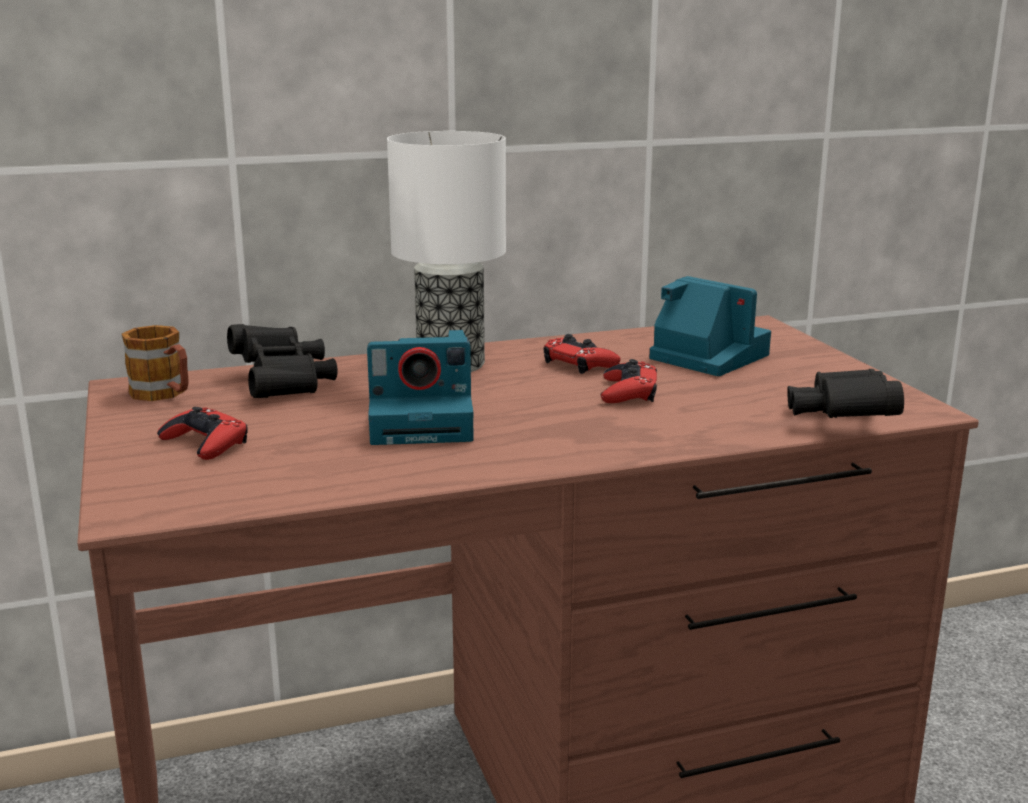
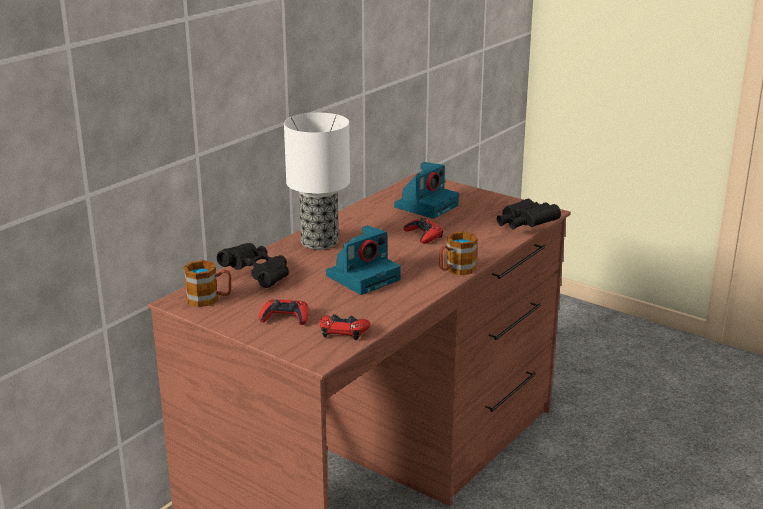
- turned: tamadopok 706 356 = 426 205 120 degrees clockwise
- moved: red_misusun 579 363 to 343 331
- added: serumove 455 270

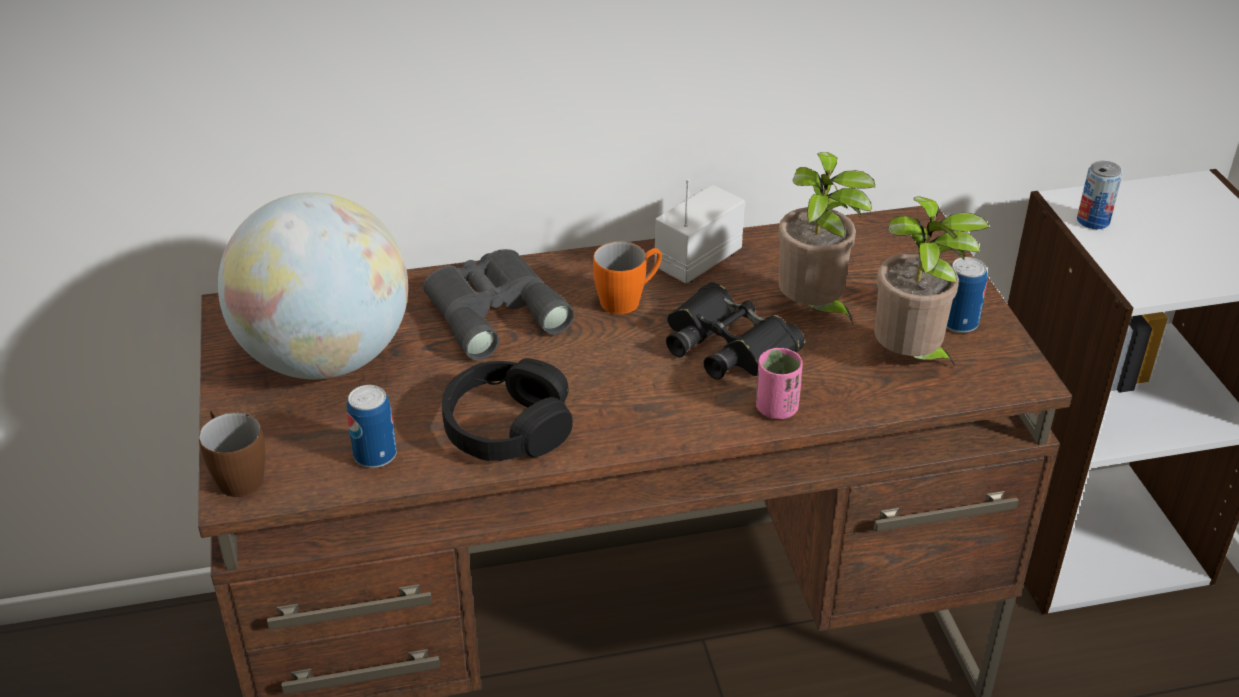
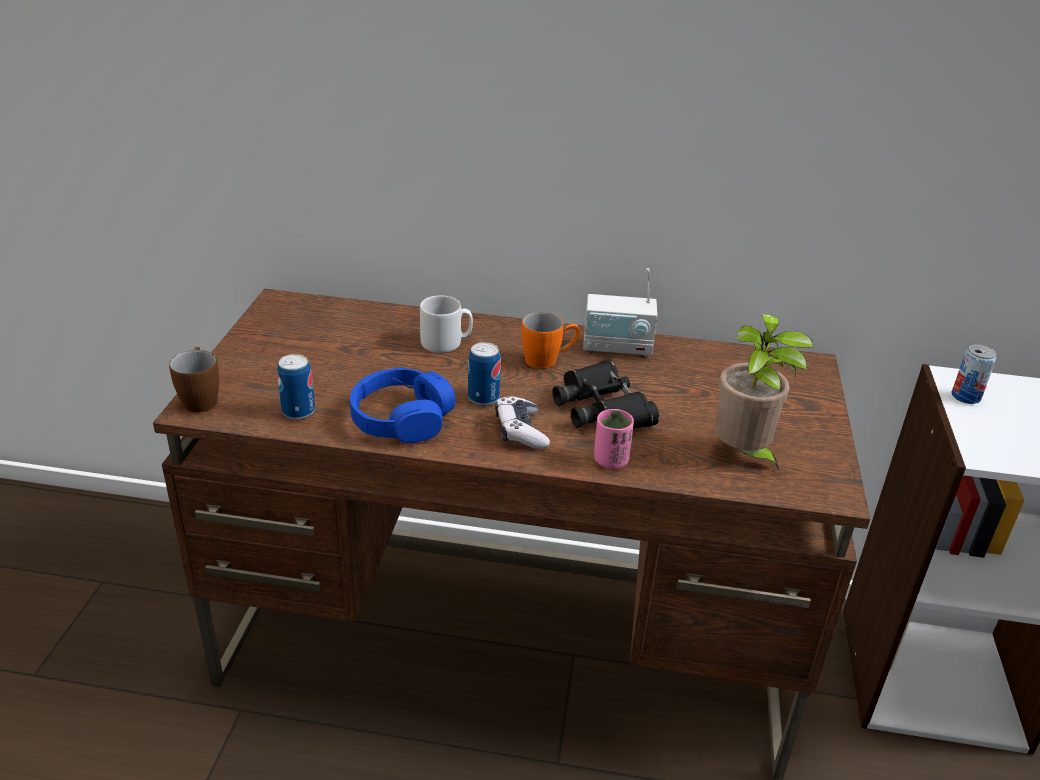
- removed: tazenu 813 311
- turned: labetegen 697 260 = 617 347 150 degrees counterclockwise
- removed: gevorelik 326 358
- replaced: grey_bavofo 493 310 to grey_serumove 446 343
- moved: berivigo 958 323 to 483 398
- recoloured: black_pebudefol 507 427 to blue_pebudefol 401 418
- added: misusun 520 431

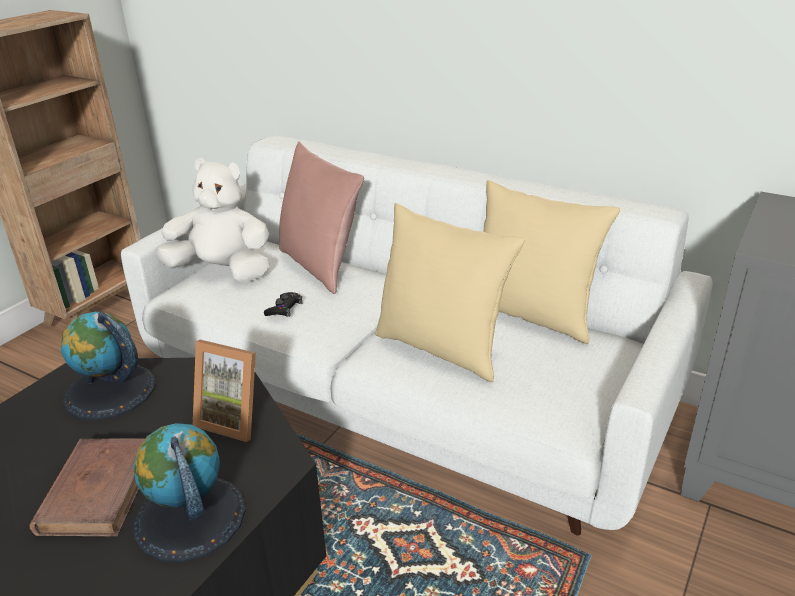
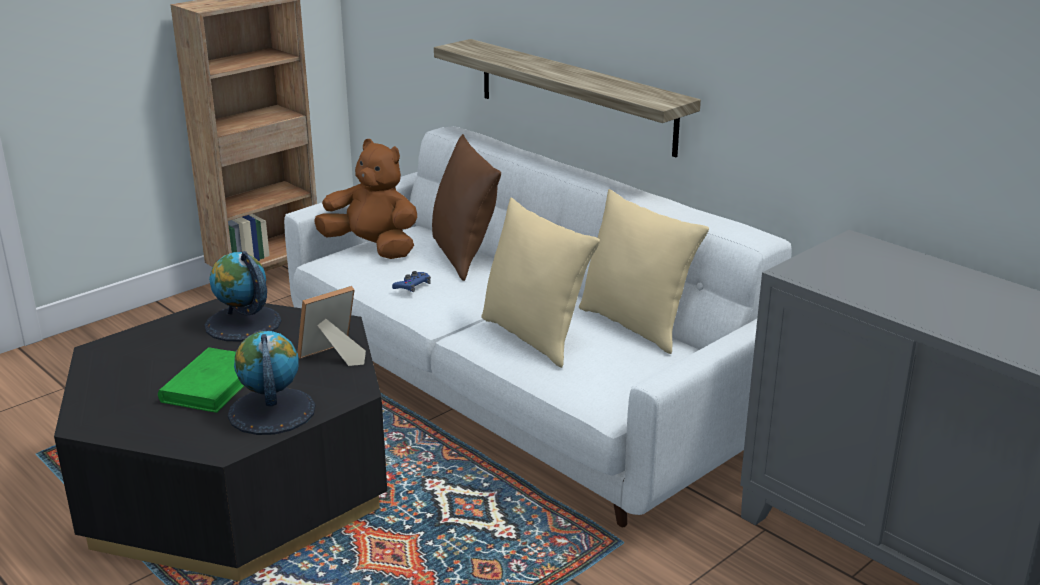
- recoloured: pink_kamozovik 320 266 to brown_kamozovik 464 256
- recoloured: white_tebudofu 222 271 to brown_tebudofu 373 248
- recoloured: black_misusun 284 309 to blue_misusun 412 286
- turned: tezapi 234 419 = 332 357 105 degrees clockwise
- recoloured: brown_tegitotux 99 490 to green_tegitotux 213 384
- added: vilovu 575 96

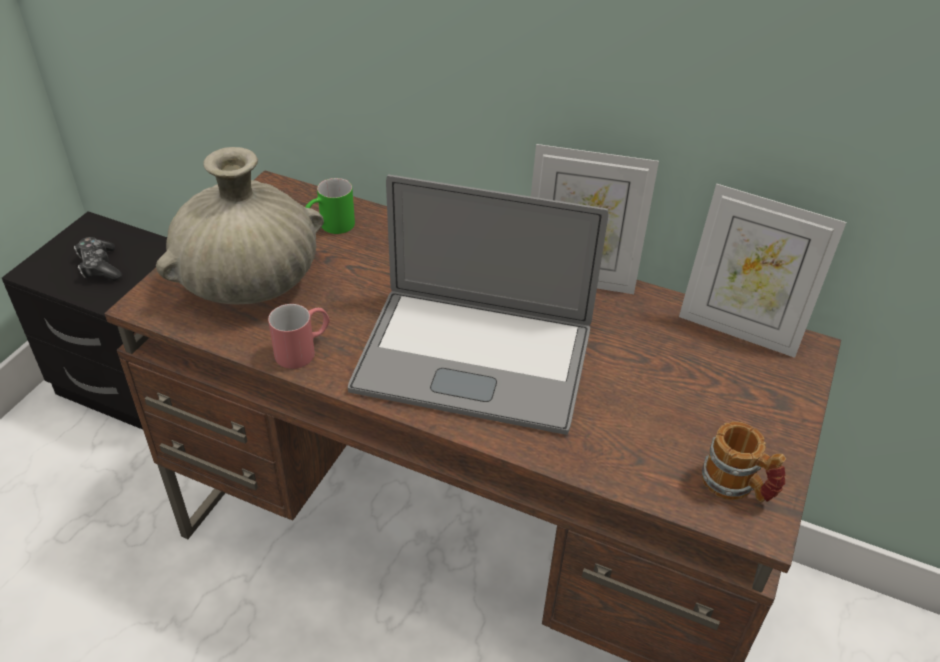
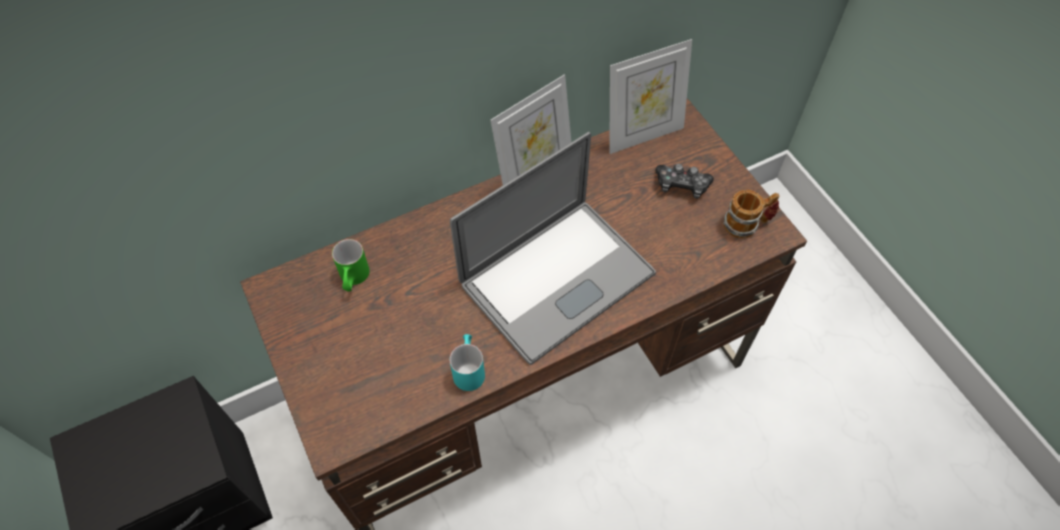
- removed: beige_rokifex 249 281
- moved: misusun 100 267 to 682 185
- recoloured: red_serumove 304 350 to turquoise_serumove 469 368

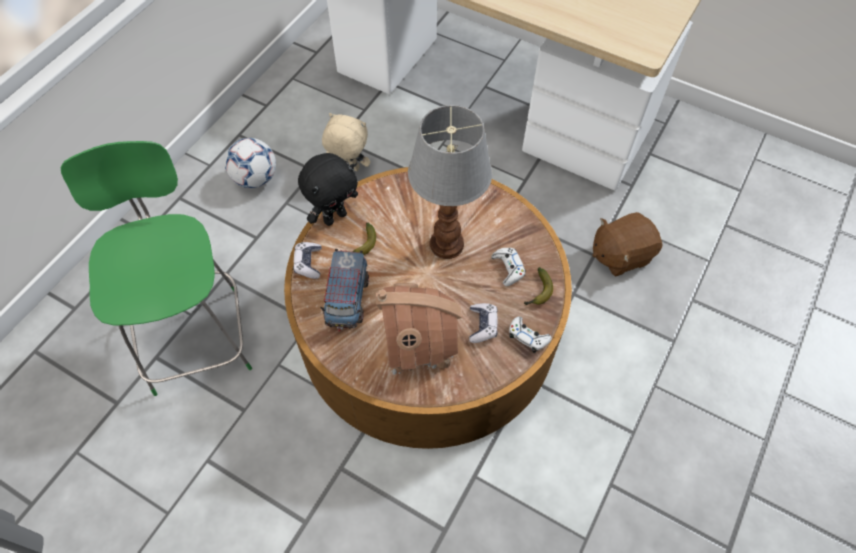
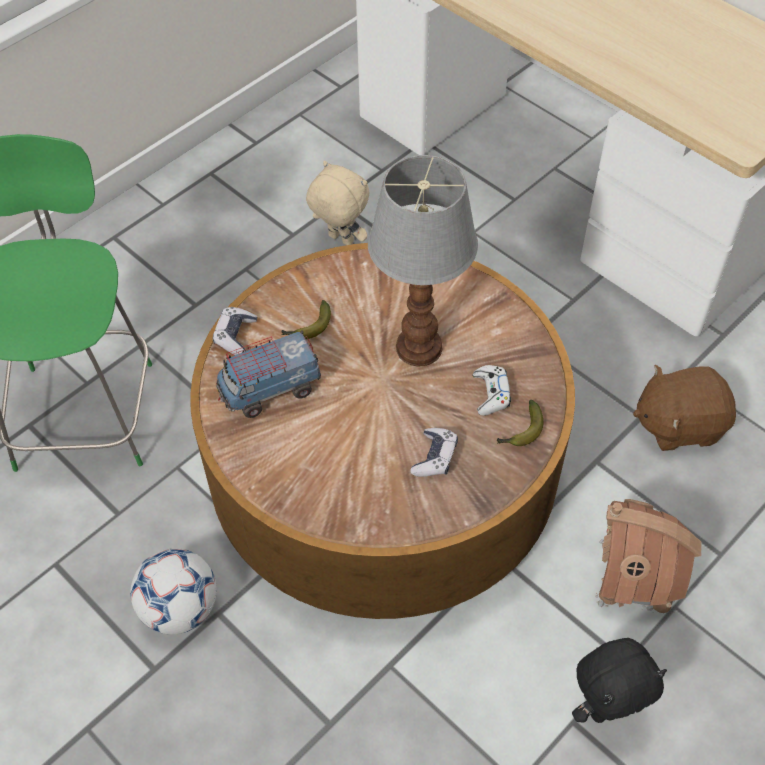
- moved: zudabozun 255 178 to 180 608
- moved: black_tebudofu 334 217 to 606 708
- turned: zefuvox 347 300 = 270 390 45 degrees clockwise
- moved: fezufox 419 343 to 635 576
- removed: white_misusun 528 337

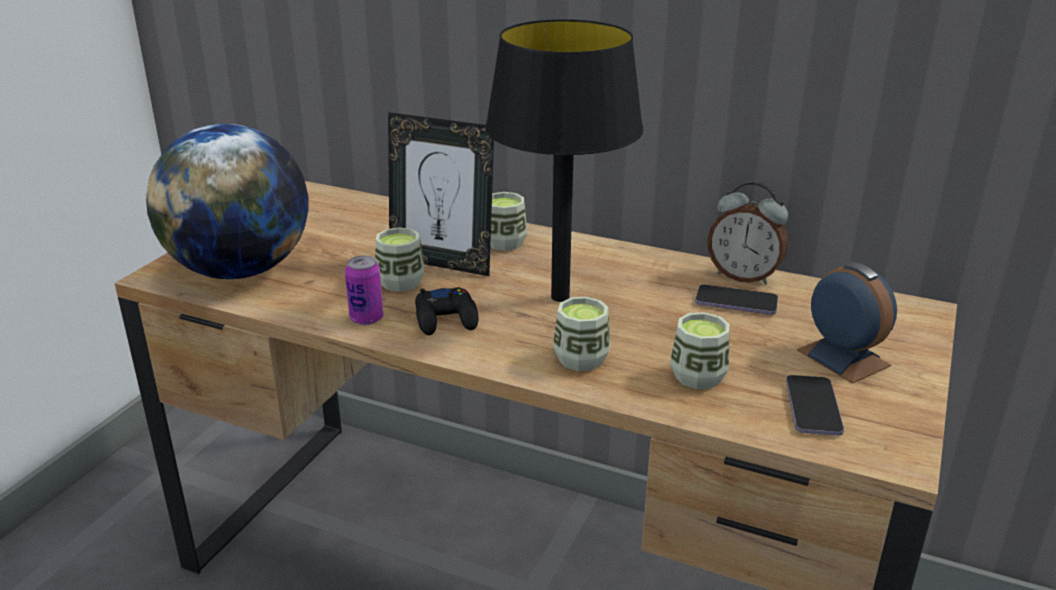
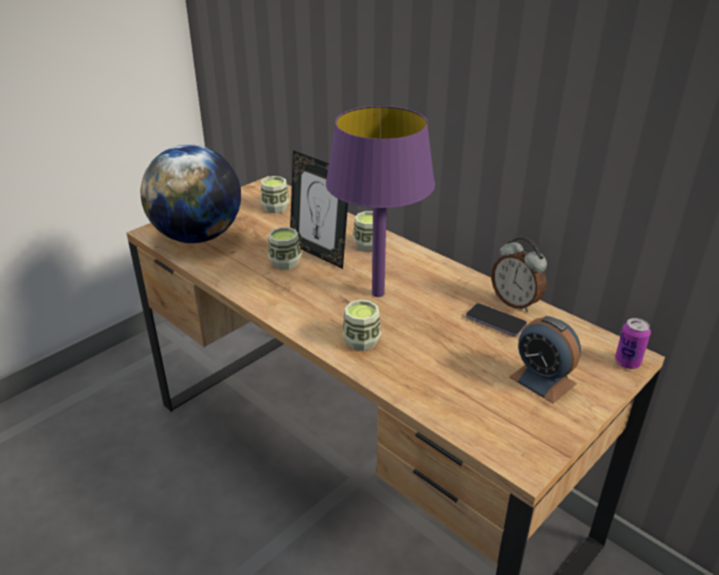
- recoloured: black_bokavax 560 297 to purple_bokavax 378 294
- moved: berivigo 366 318 to 627 362
- turned: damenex 843 358 = 542 380 150 degrees clockwise
- removed: black_misusun 446 318
- moved: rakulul 698 376 to 275 208
- removed: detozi 813 407

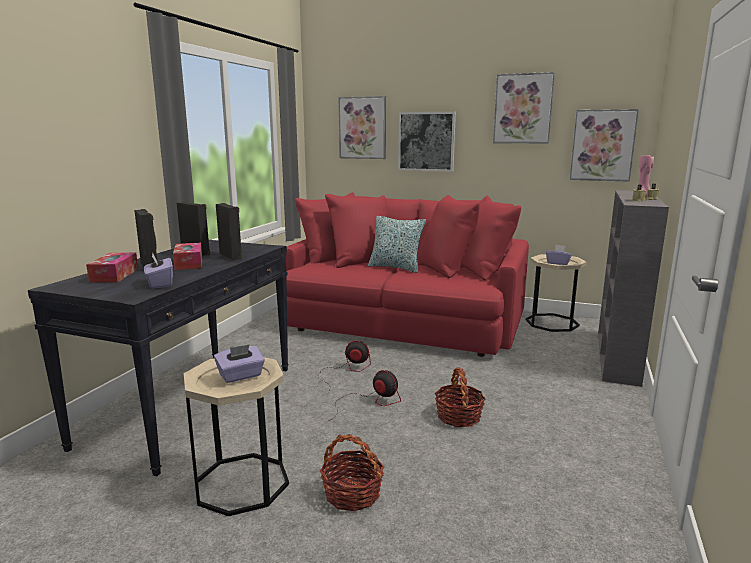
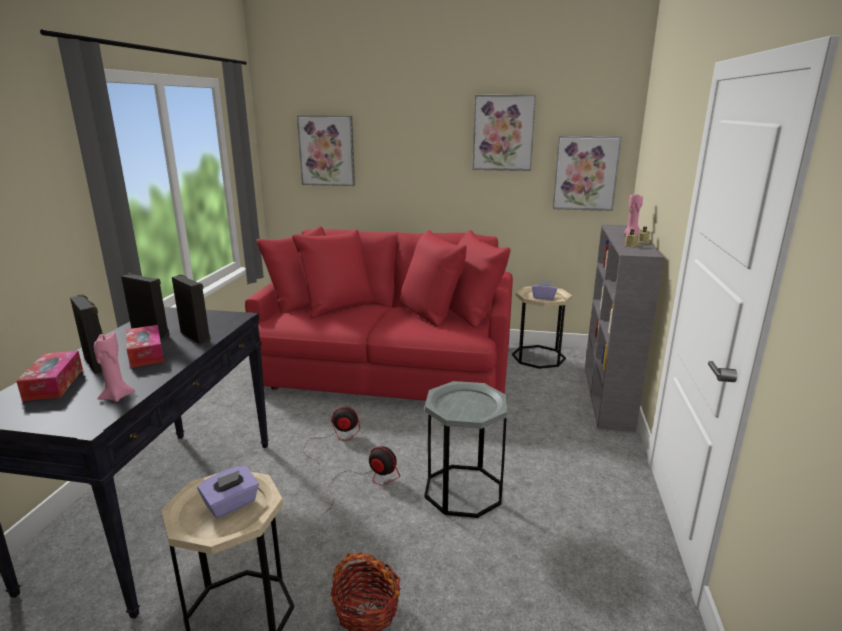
- removed: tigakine 426 141
- removed: kamozovik 395 268
- replaced: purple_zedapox 160 284 to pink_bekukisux 117 397
- replaced: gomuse 458 416 to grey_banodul 463 490

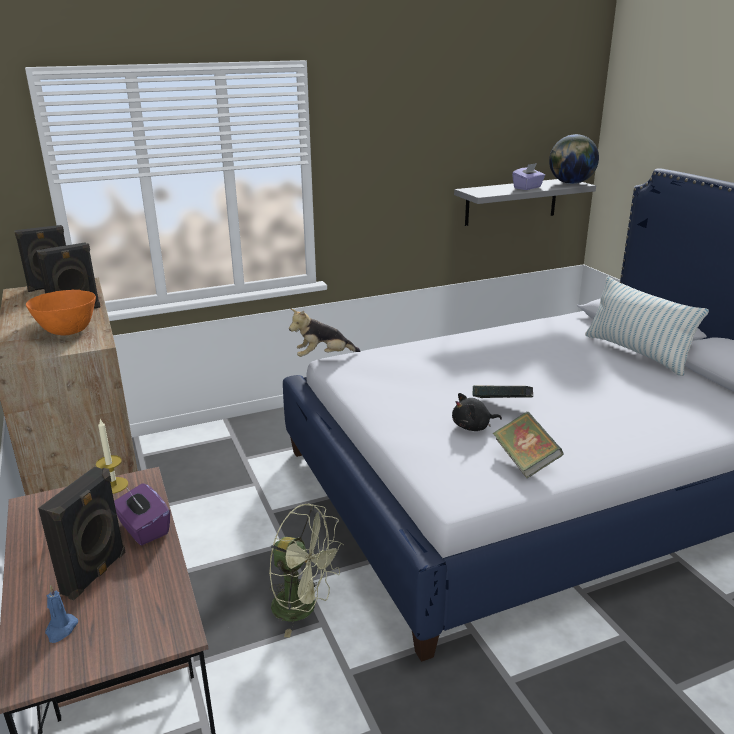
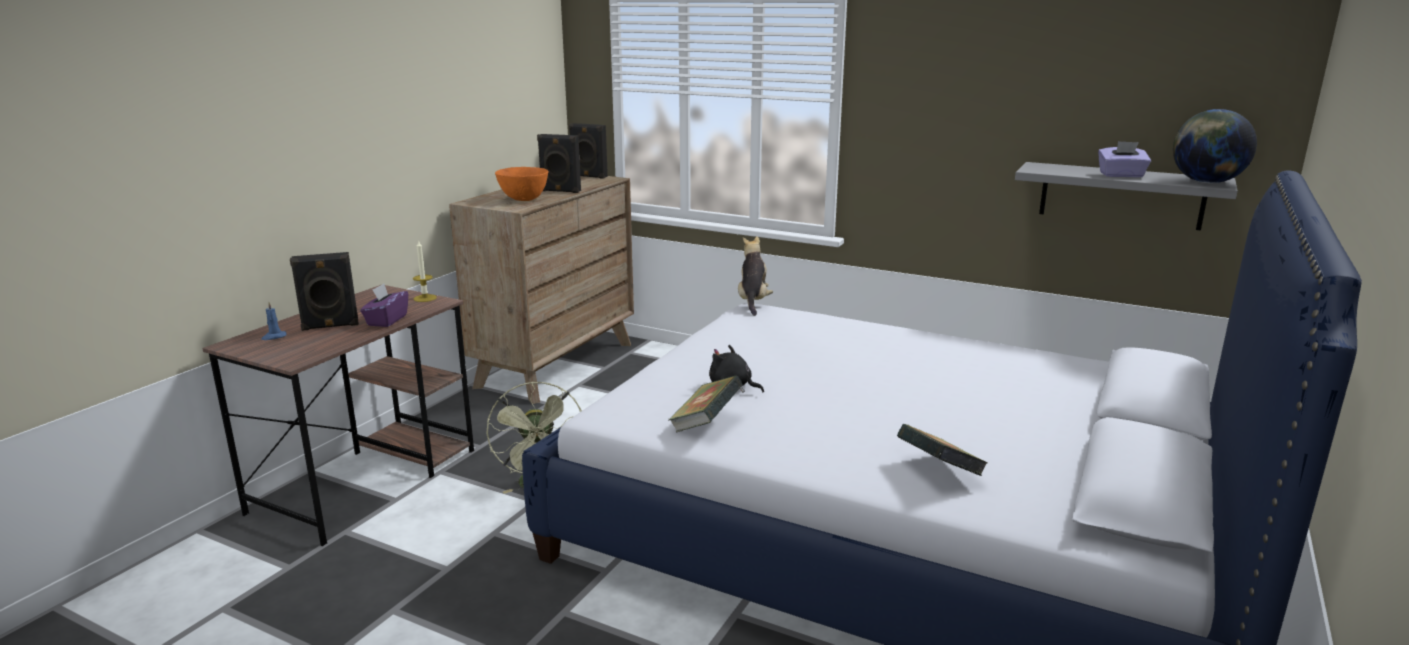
- removed: kamozovik 636 353
- turned: tebudofu 323 357 = 753 301 60 degrees clockwise
- moved: tegitotux 501 407 to 938 472

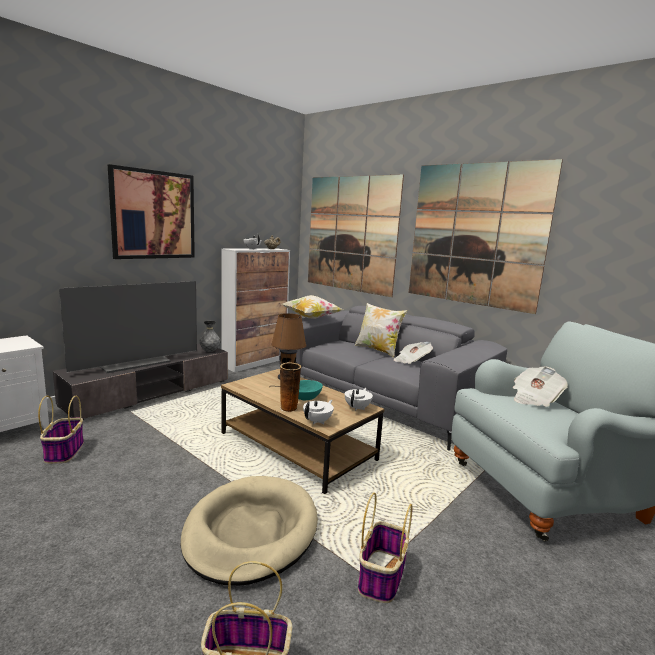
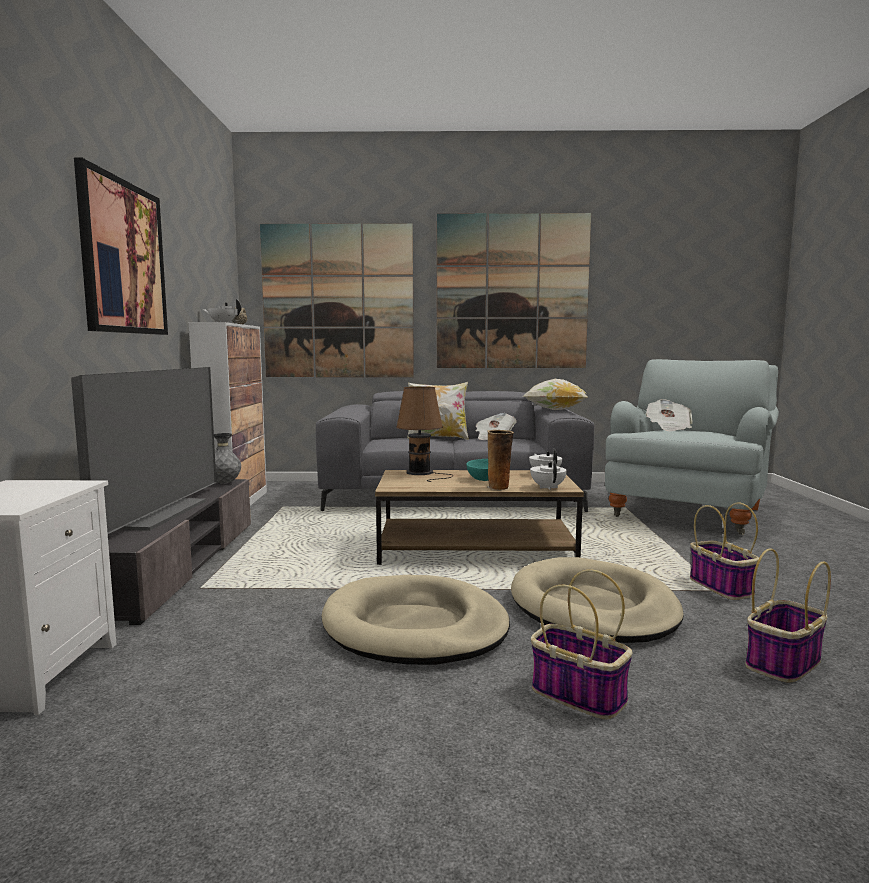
- moved: kamozovik 311 318 to 555 410
- moved: gomuse 64 451 to 576 694
- added: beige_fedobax 415 627

